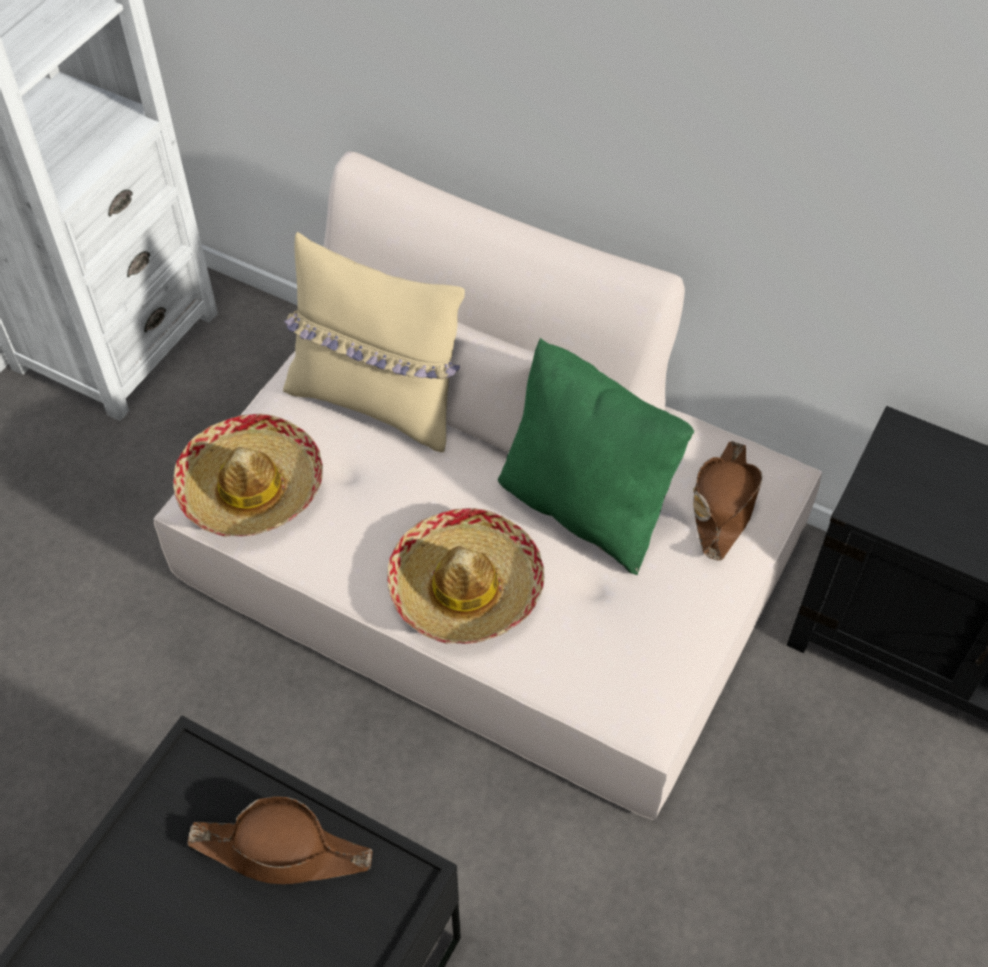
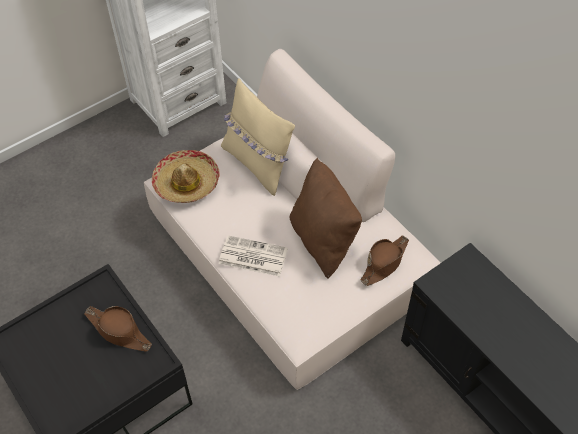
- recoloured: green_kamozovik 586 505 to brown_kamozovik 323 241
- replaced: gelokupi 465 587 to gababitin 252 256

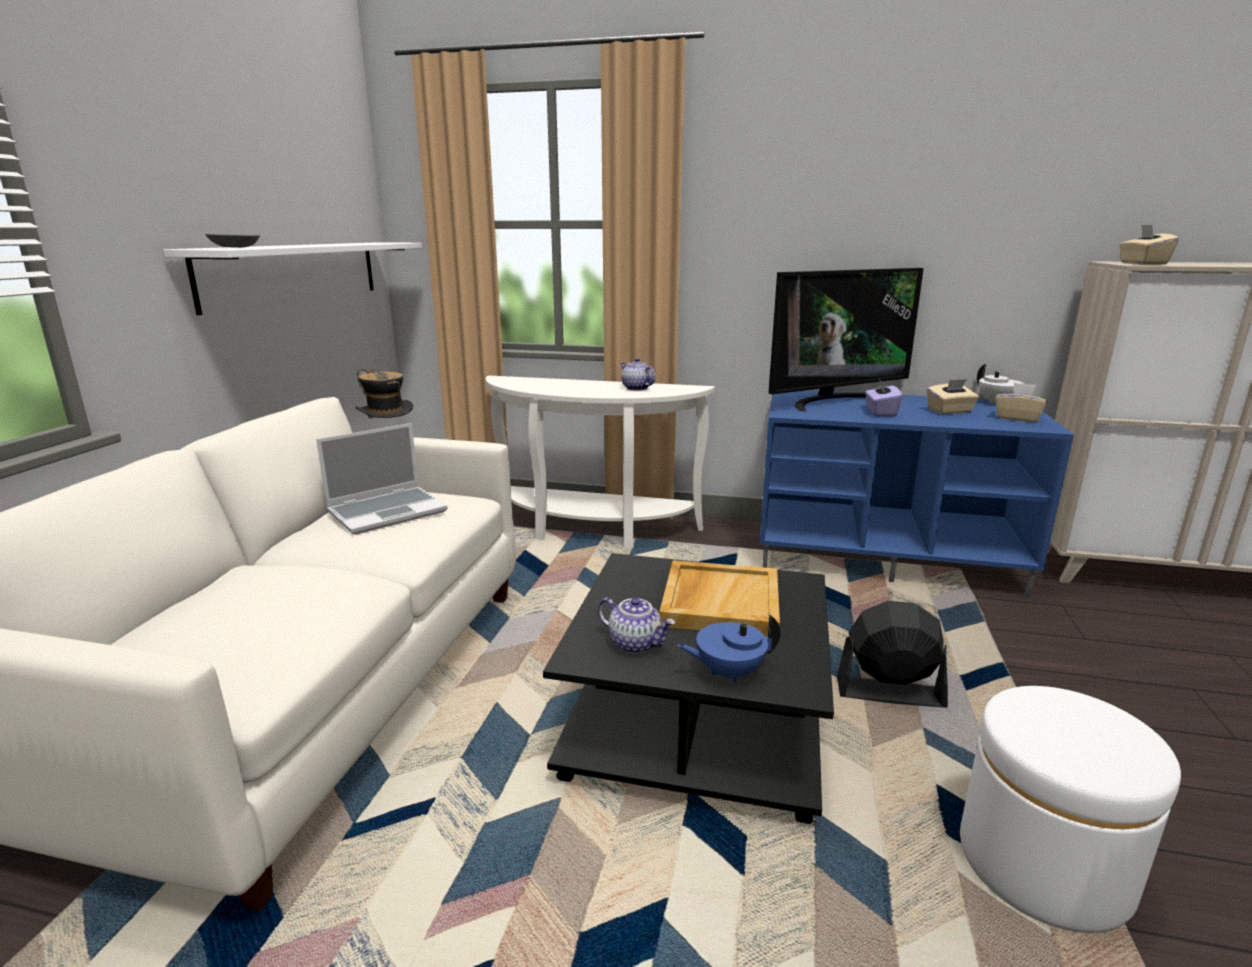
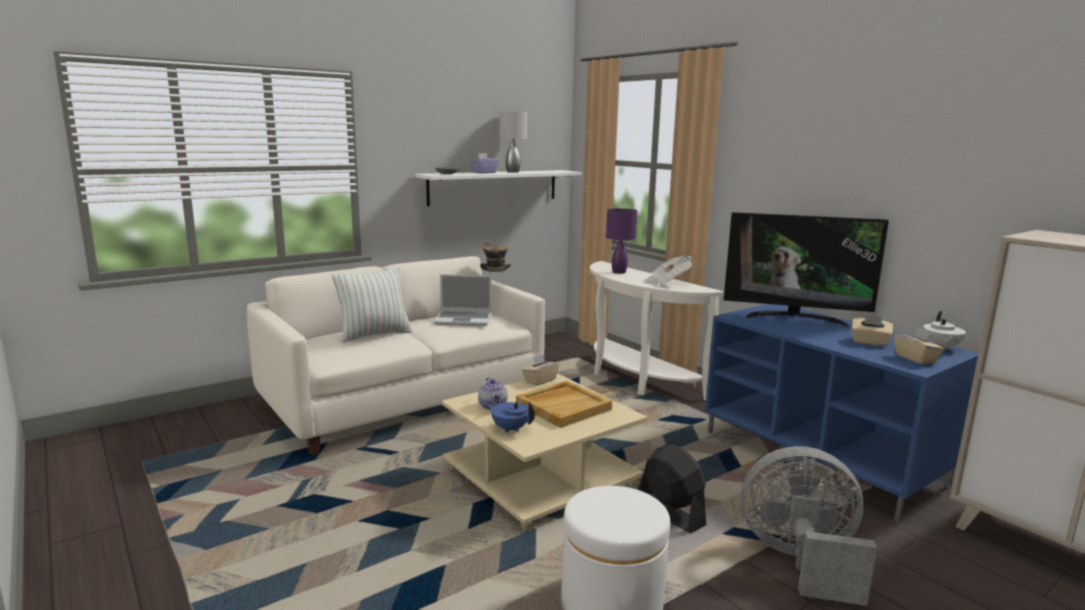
- moved: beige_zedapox 1142 263 to 540 380
- replaced: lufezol 636 388 to gababitin 666 283
- moved: purple_zedapox 880 412 to 484 173
- recoloured: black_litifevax 694 720 to beige_litifevax 541 476
- added: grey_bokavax 513 172
- added: purple_bokavax 619 272
- added: kamozovik 374 335
- added: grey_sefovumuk 800 561

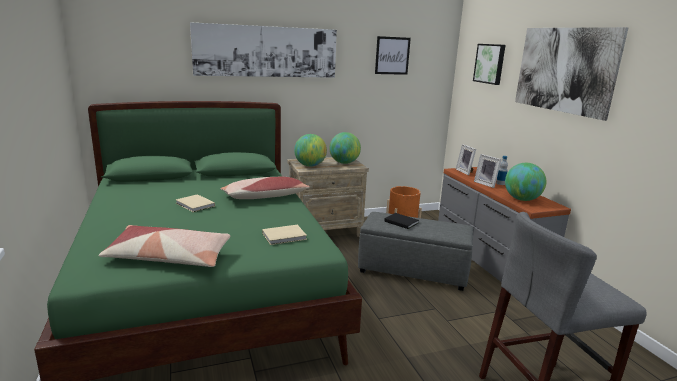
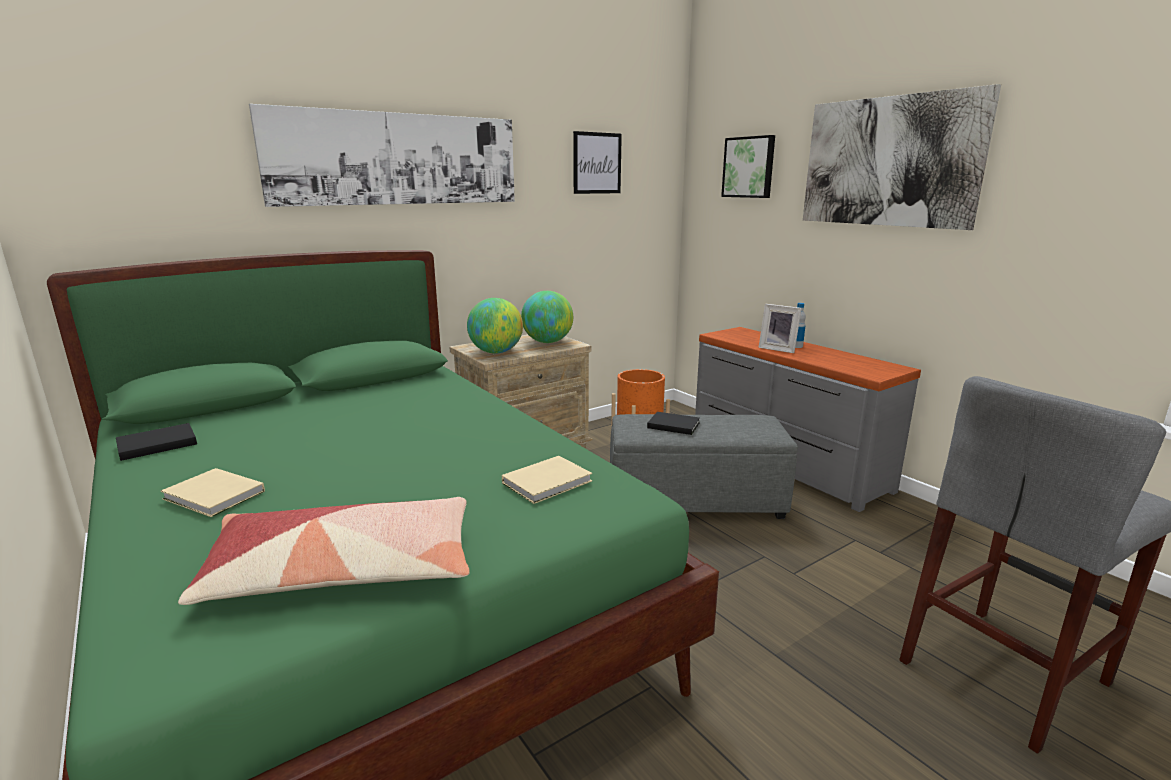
- removed: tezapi 465 172
- removed: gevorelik 522 199
- removed: kamozovik 265 197
- moved: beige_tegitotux 195 205 to 214 496
- added: black_tegitotux 155 444

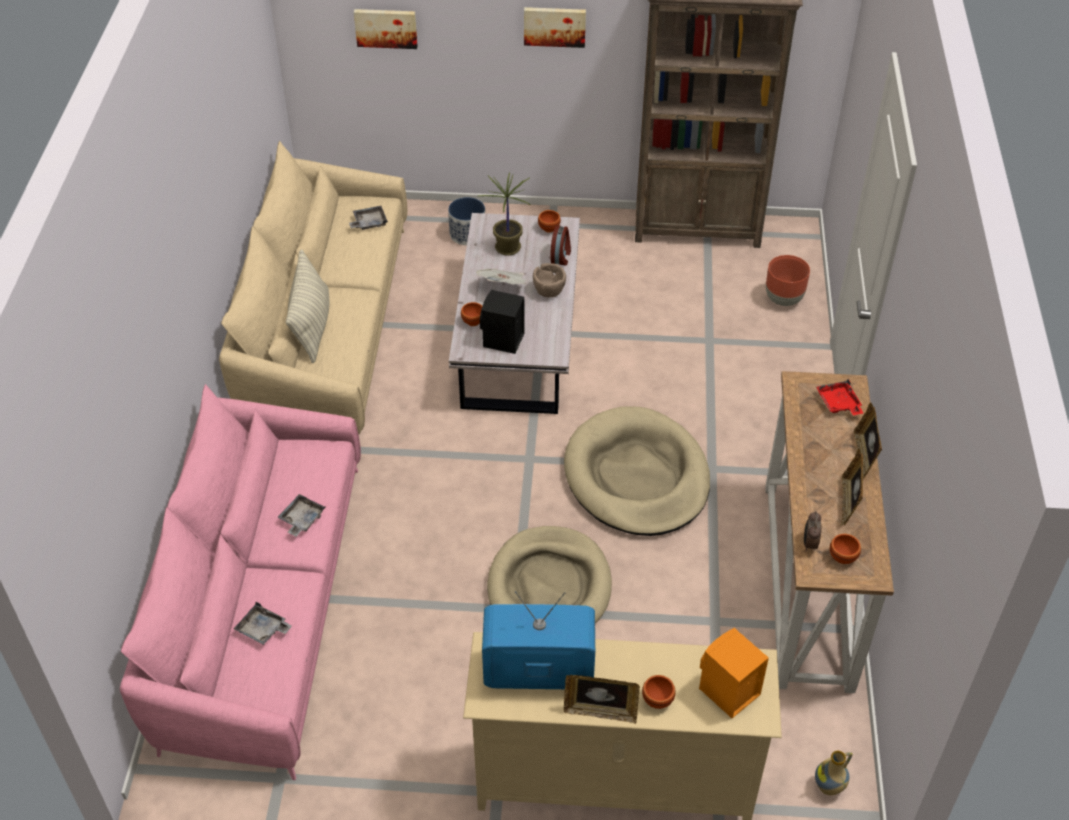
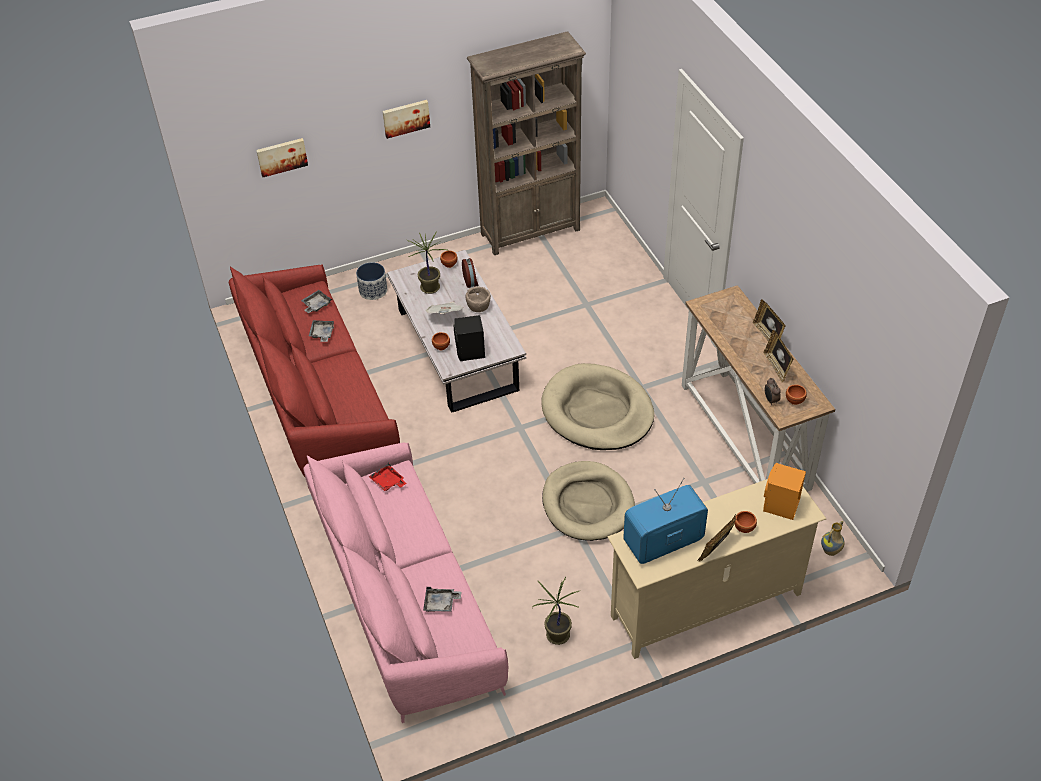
- recoloured: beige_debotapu 326 329 to red_debotapu 316 394
- removed: kamozovik 312 325
- removed: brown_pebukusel 783 299
- moved: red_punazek 838 403 to 388 482
- moved: grey_punazek 301 519 to 322 333
- turned: tezapi 600 711 = 716 549 150 degrees clockwise
- added: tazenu 557 636

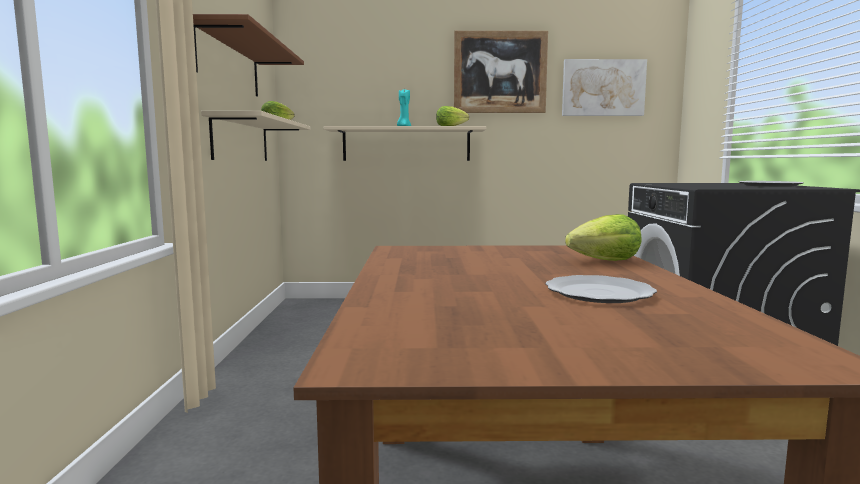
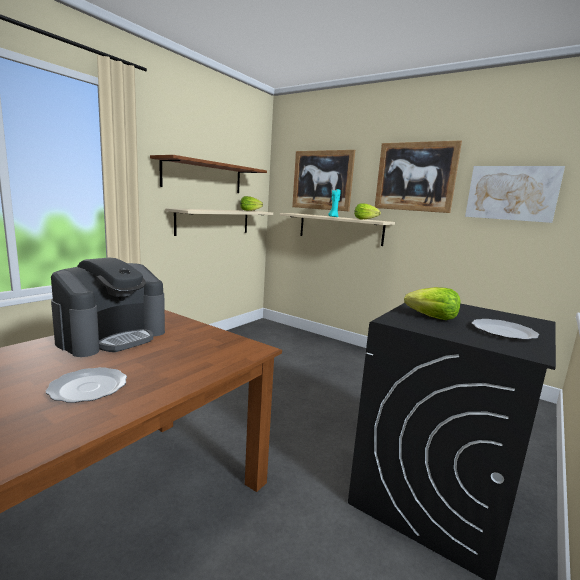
- moved: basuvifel 606 261 to 432 318
- added: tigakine 322 180
- added: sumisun 113 336

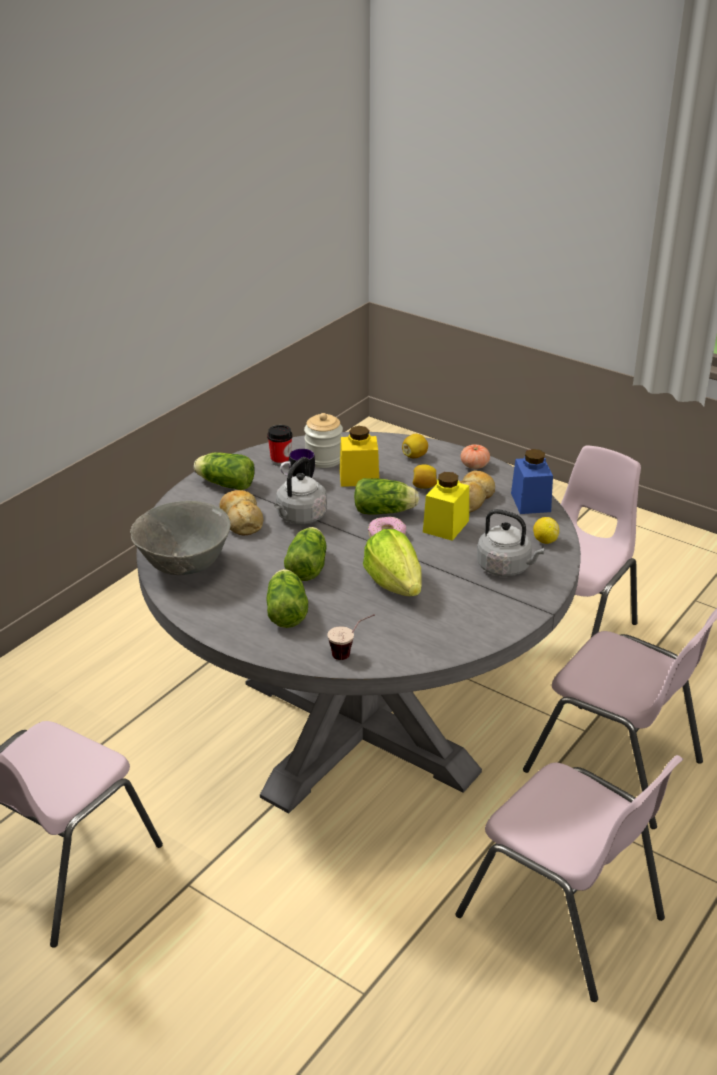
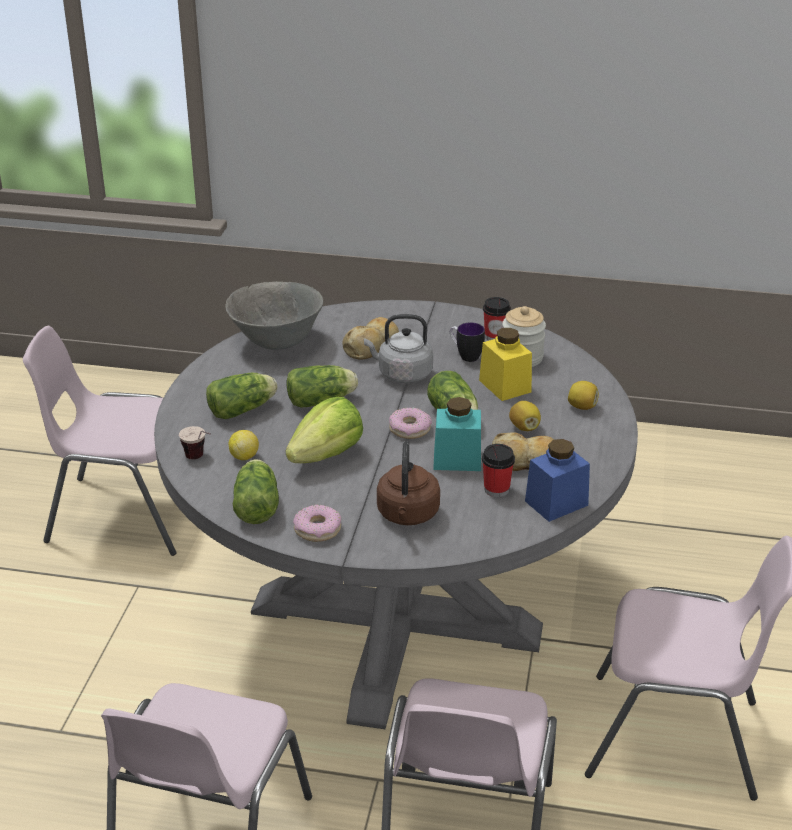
- removed: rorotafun 474 465
- moved: basuvifel 224 484 to 257 505
- recoloured: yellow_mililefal 446 526 to turquoise_mililefal 457 459
- recoloured: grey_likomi 506 568 to brown_likomi 407 515
- moved: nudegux 545 540 to 244 456
- added: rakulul 496 489
- added: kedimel 317 529

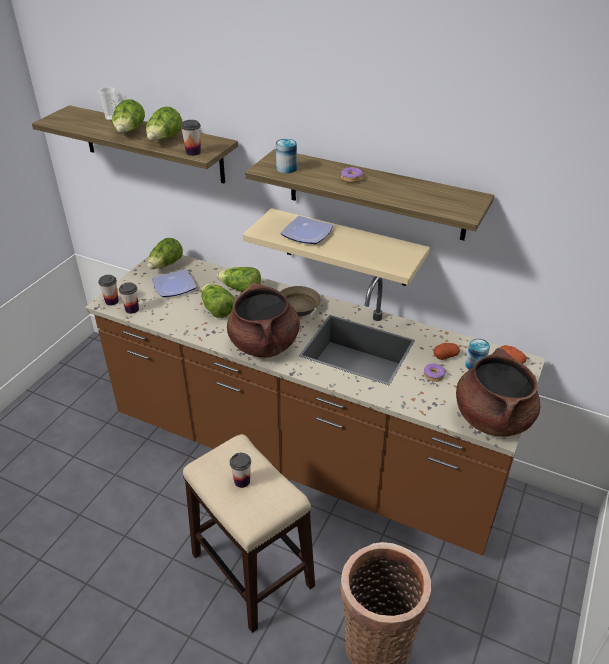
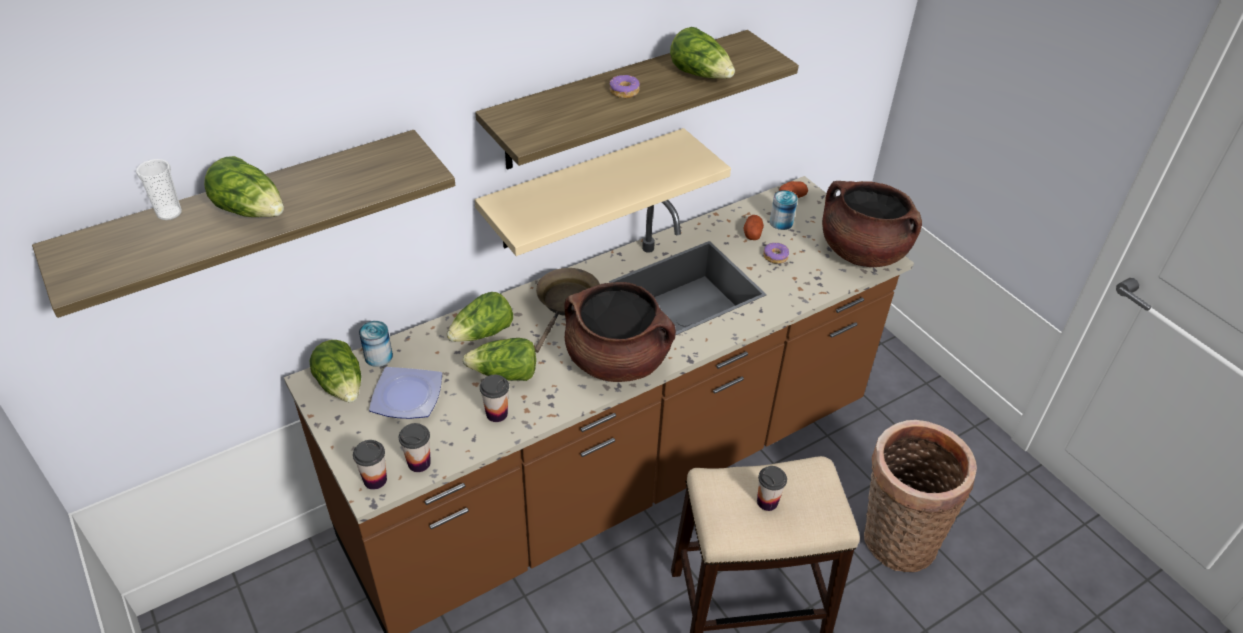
- moved: basuvifel 164 139 to 701 74
- moved: rakulul 193 152 to 496 414
- moved: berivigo 286 169 to 378 356
- removed: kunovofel 307 234

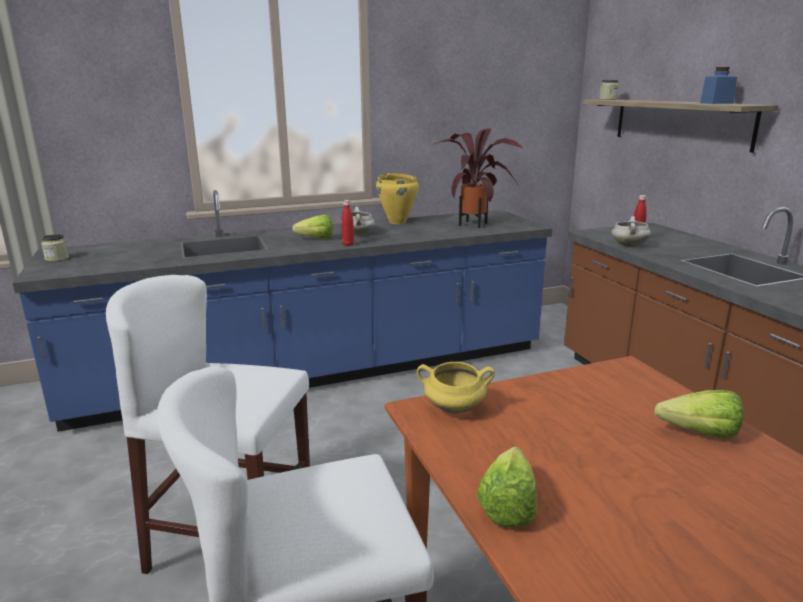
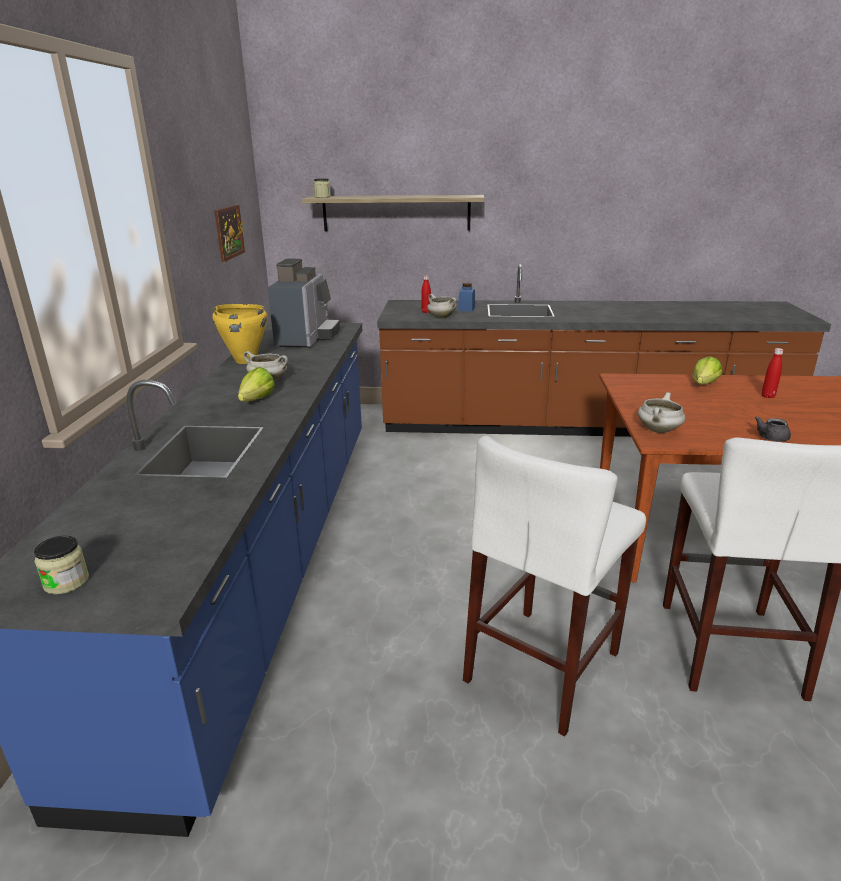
- moved: blue_mililefal 716 103 to 466 309
- replaced: tazenu 475 224 to sumisun 307 338
- moved: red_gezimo 348 245 to 768 396
- recoloured: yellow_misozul 453 409 to white_misozul 659 431
- replaced: basuvifel 511 502 to grey_lufezol 769 438
- added: tigakine 229 232

